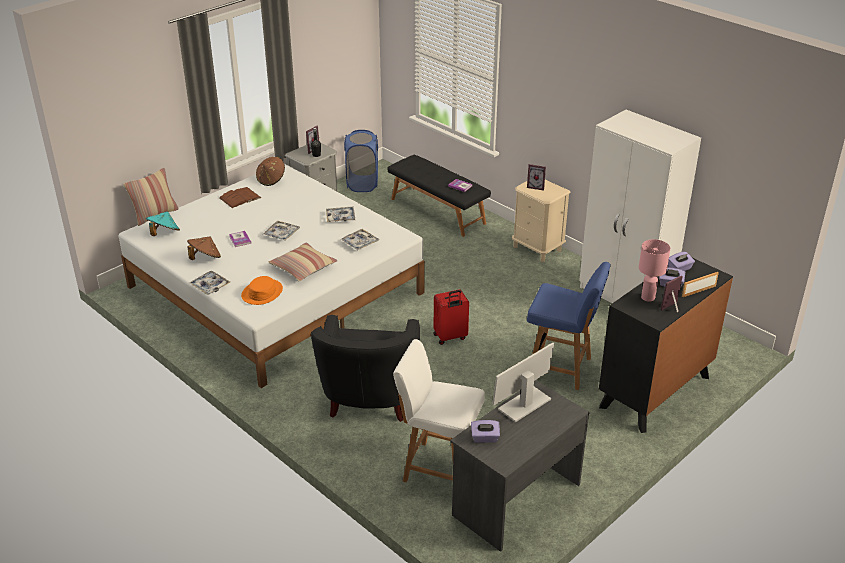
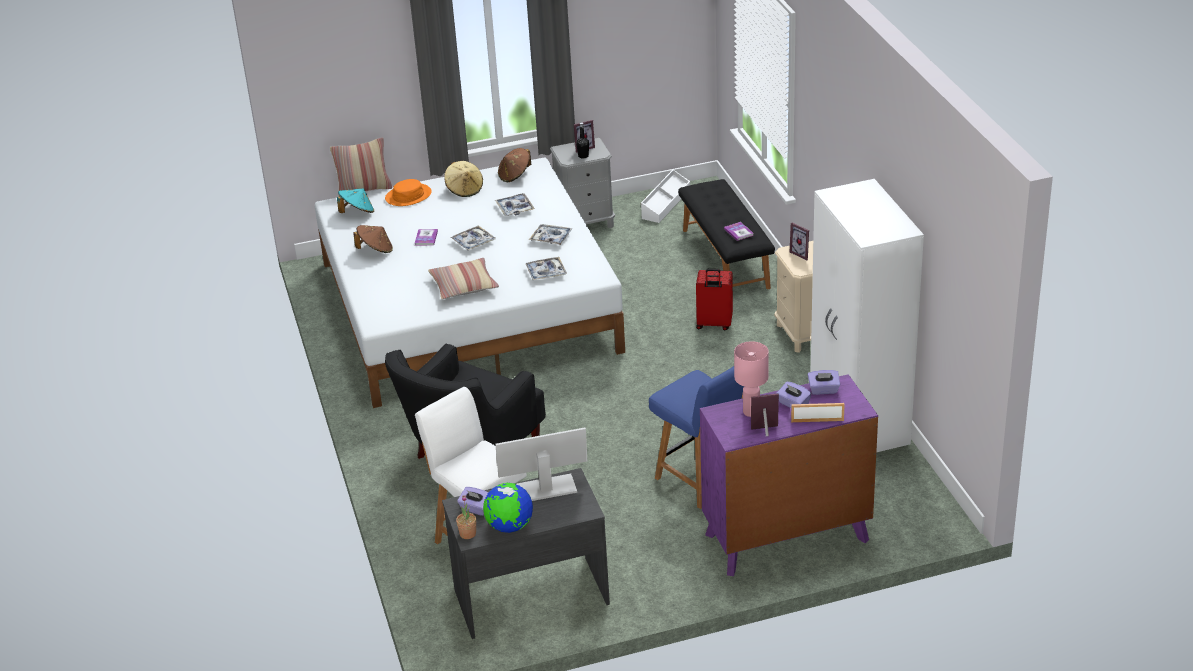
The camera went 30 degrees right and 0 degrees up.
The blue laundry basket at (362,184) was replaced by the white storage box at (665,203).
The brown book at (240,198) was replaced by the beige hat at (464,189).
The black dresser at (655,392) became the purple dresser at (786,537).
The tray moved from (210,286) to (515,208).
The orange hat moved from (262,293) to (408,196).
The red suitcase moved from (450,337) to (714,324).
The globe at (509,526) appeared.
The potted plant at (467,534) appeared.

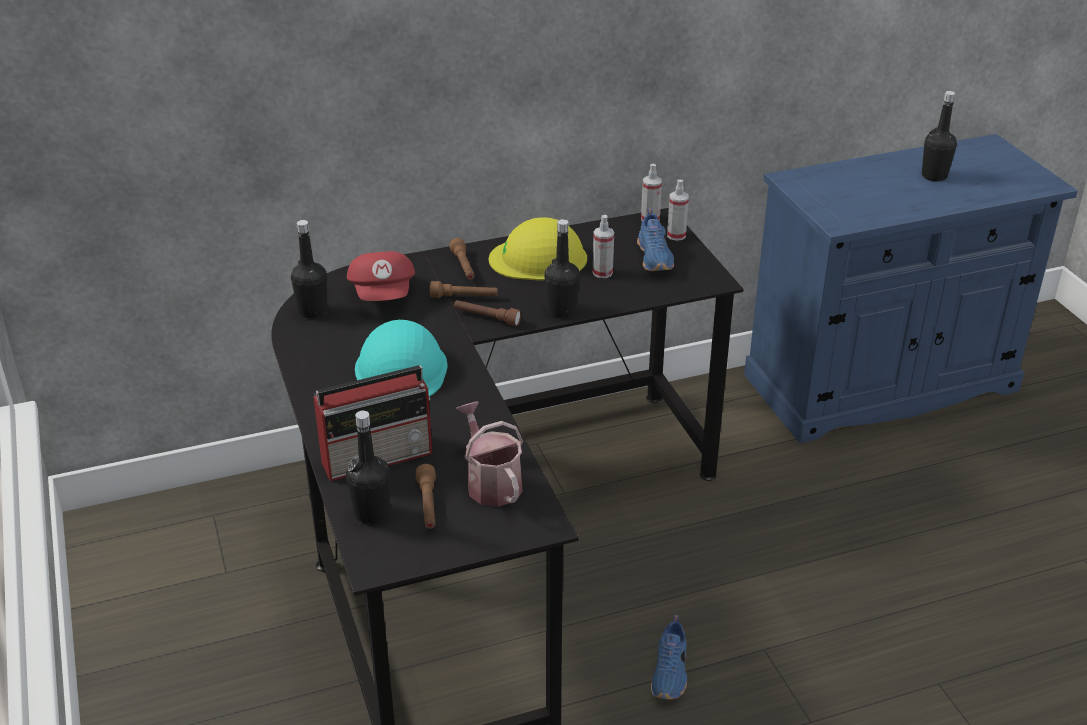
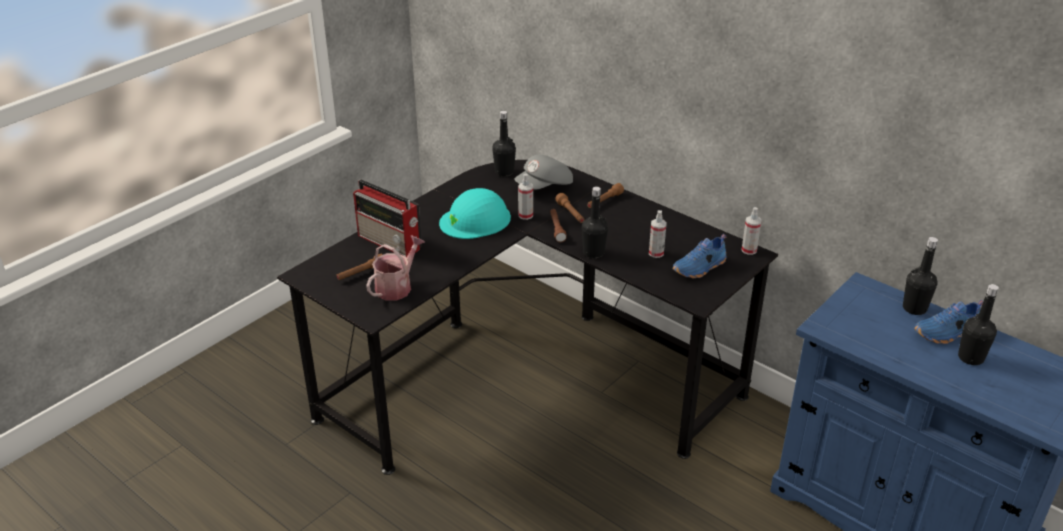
The camera went 60 degrees right and 0 degrees up.
The spray bottle moved from (676,235) to (525,215).
The yellow hard hat at (539,259) disappeared.
The red cap at (384,294) became the grey cap at (544,187).
The black bottle moved from (372,513) to (914,308).
The blue shoe moved from (671,672) to (947,333).

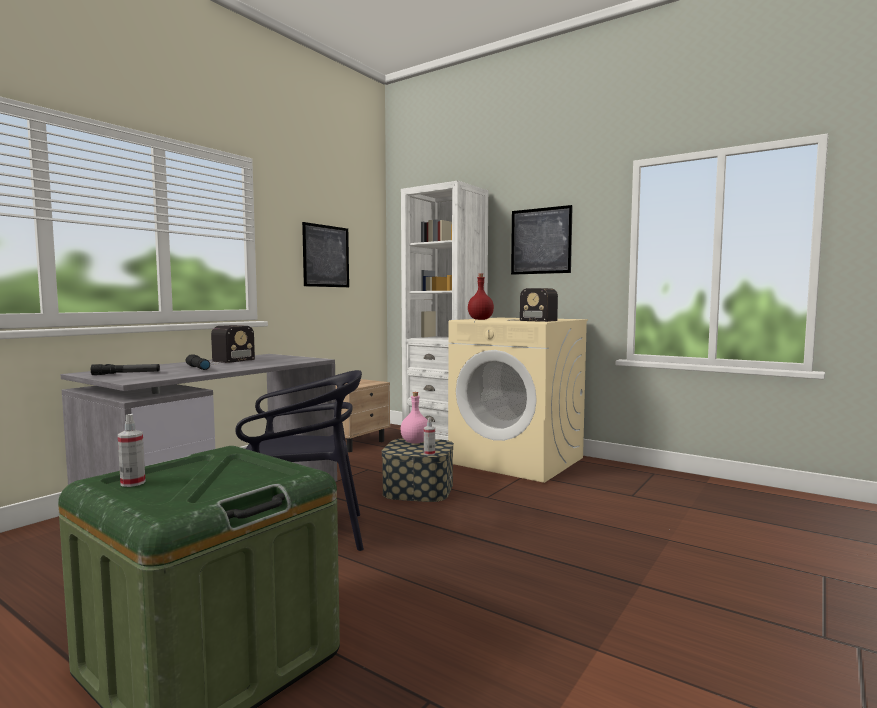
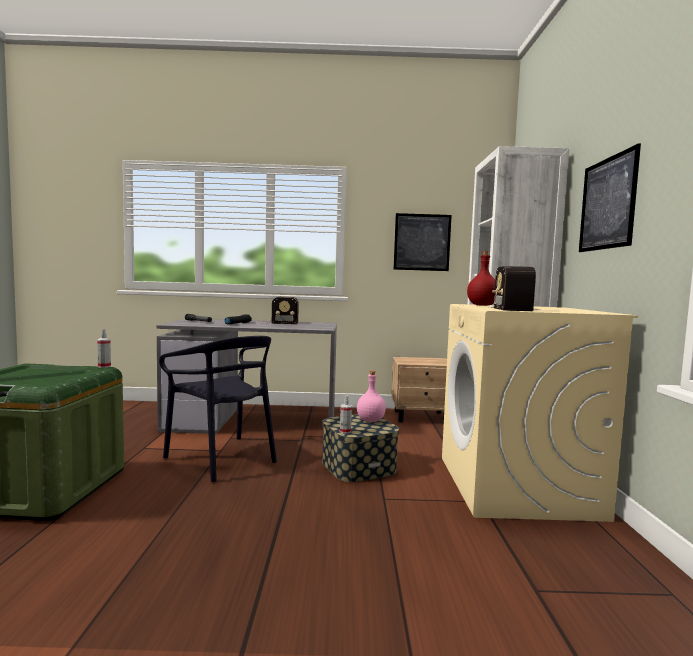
The camera went 55 degrees right and 0 degrees up.
The spray bottle moved from (133,483) to (104,366).

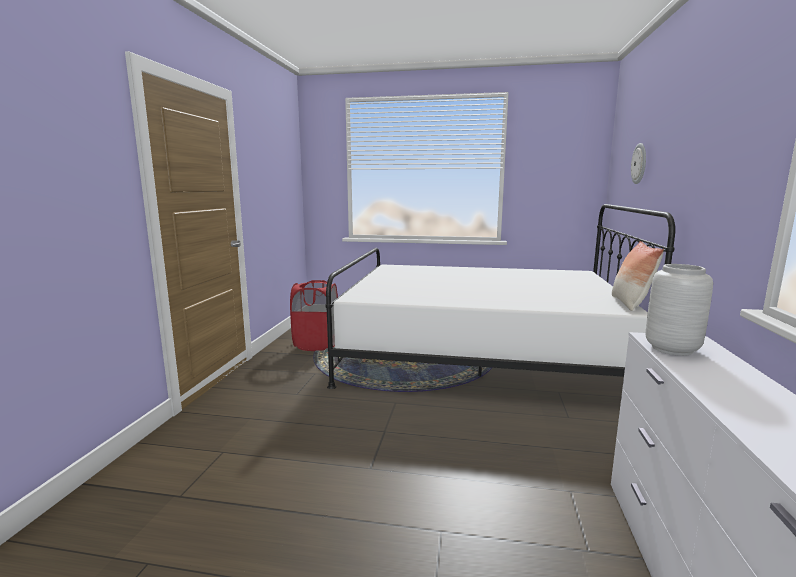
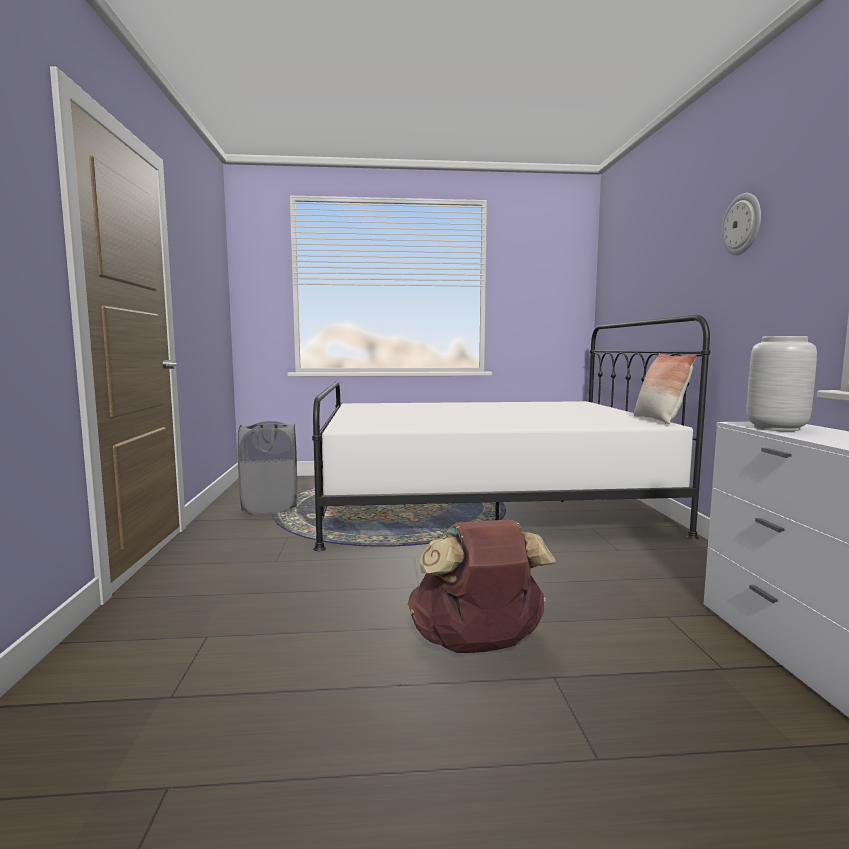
The camera went 15 degrees left and 5 degrees down.
The wall clock moved from (639,163) to (742,224).
The red laundry basket at (316,344) became the grey laundry basket at (270,507).
The brown backpack at (478,645) appeared.

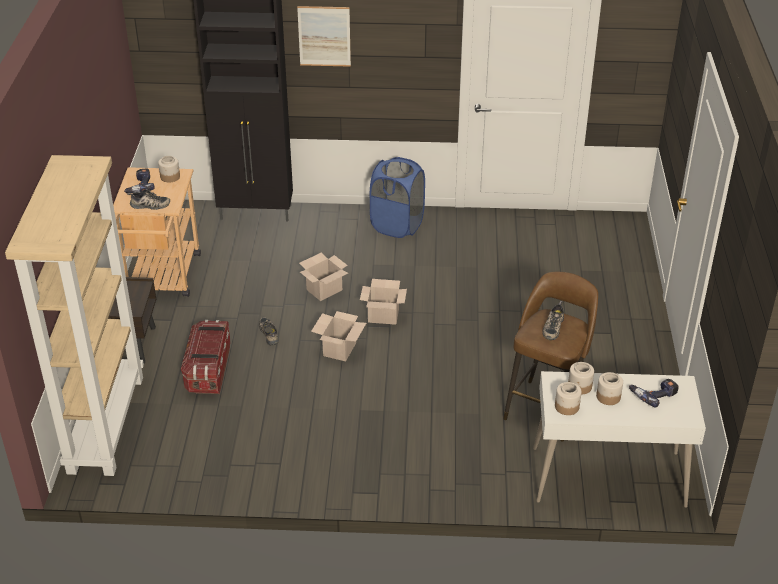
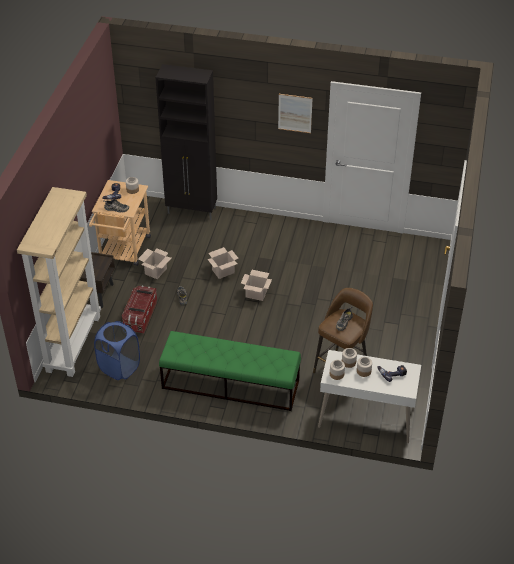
The camera went 10 degrees right and 5 degrees up.
The picture moved from (324,36) to (295,113).
The blue laundry basket moved from (397,225) to (119,367).
The cardboard box moved from (339,348) to (156,271).
The green bench at (230,384) appeared.

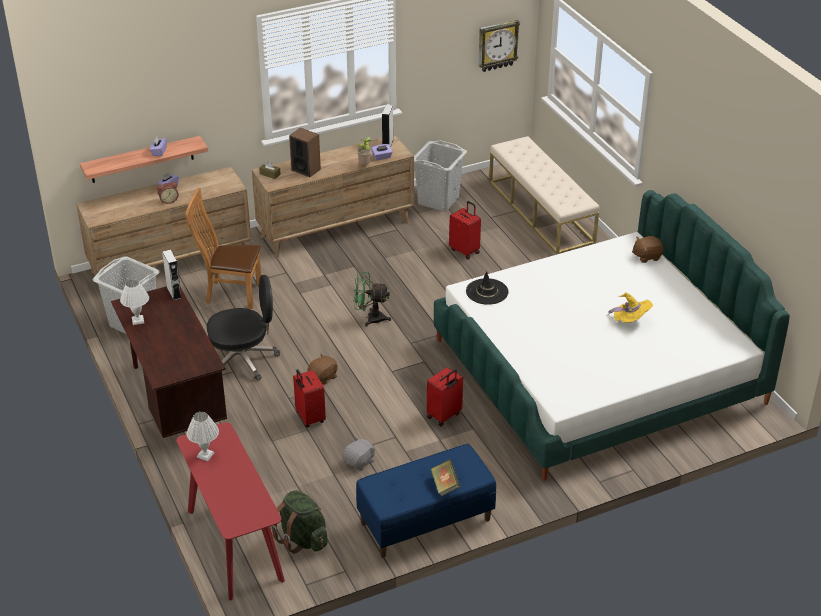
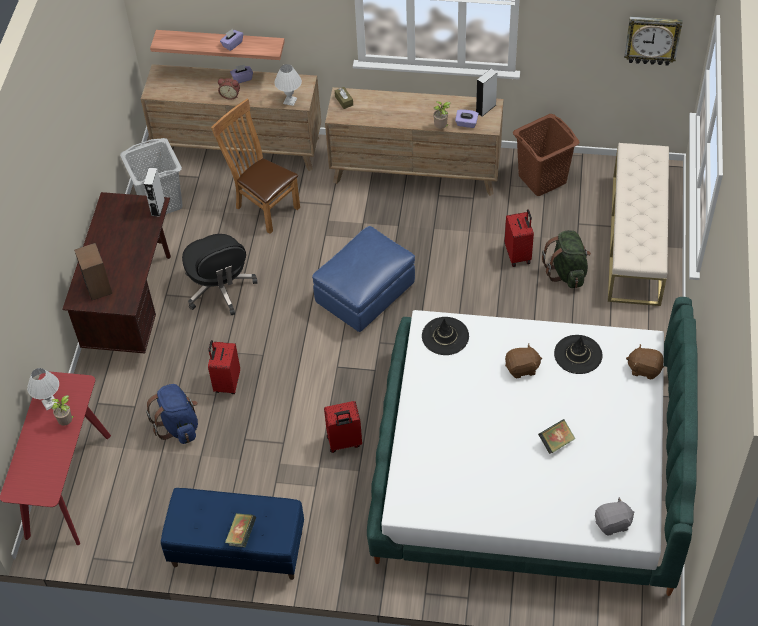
The camera went 35 degrees right and 15 degrees up.
The speaker moved from (306,169) to (98,286).
The grey laundry basket at (438,200) became the brown laundry basket at (542,179).
The green fan at (370,318) was replaced by the blue ottoman at (365,295).
The black office chair at (243,359) turned 45 degrees clockwise.
The white table lamp moved from (138,321) to (290,101).
The yellow hat at (630,321) was replaced by the book at (556,442).
The brown plush toy moved from (323,377) to (522,368).
The grey plush toy moved from (359,462) to (613,523).
The green backpack moved from (302,539) to (567,272).
The black hat at (578,354) appeared.
The blue backpack at (179,425) appeared.
The potted plant at (67,422) appeared.

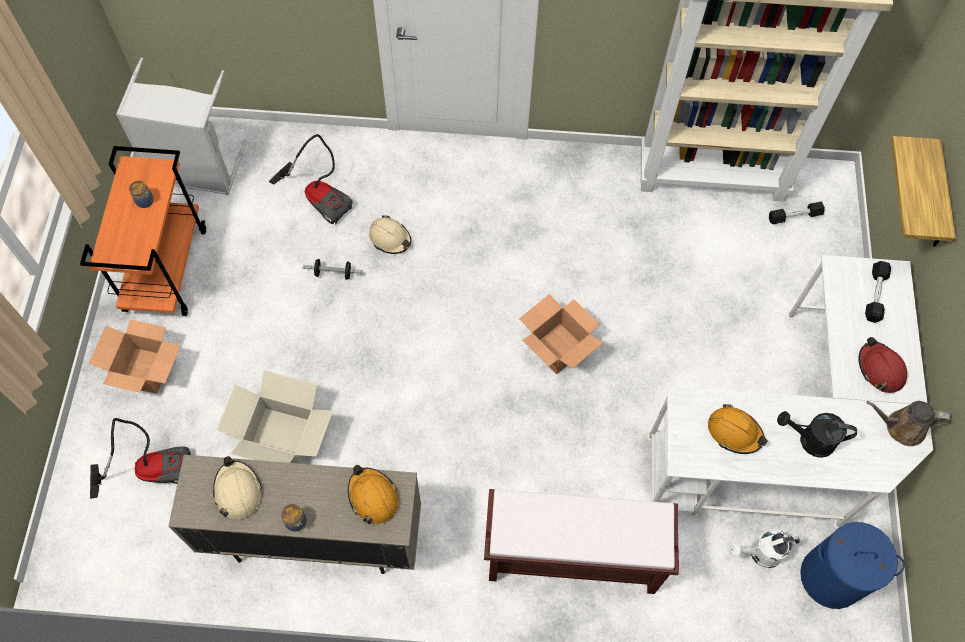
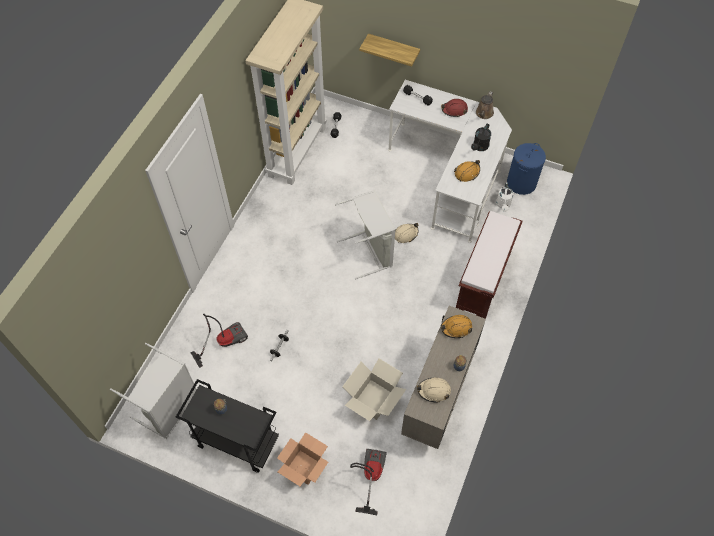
The camera went 70 degrees left and 5 degrees down.
The orange cart at (165,268) became the black cart at (236,442).
The beige hard hat moved from (390,238) to (405,234).
The cardboard box at (557,349) was replaced by the grey laundry basket at (370,252).

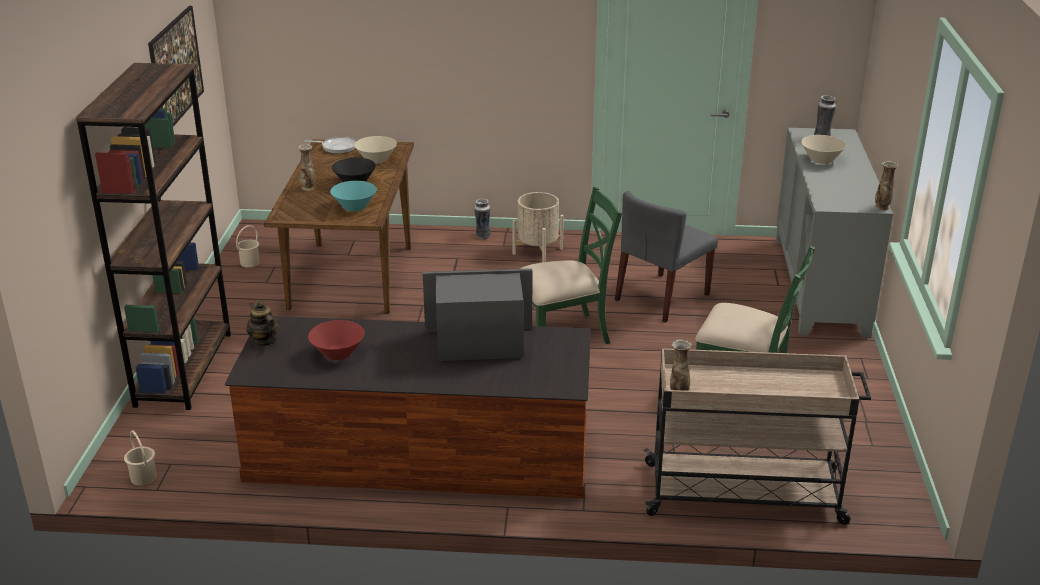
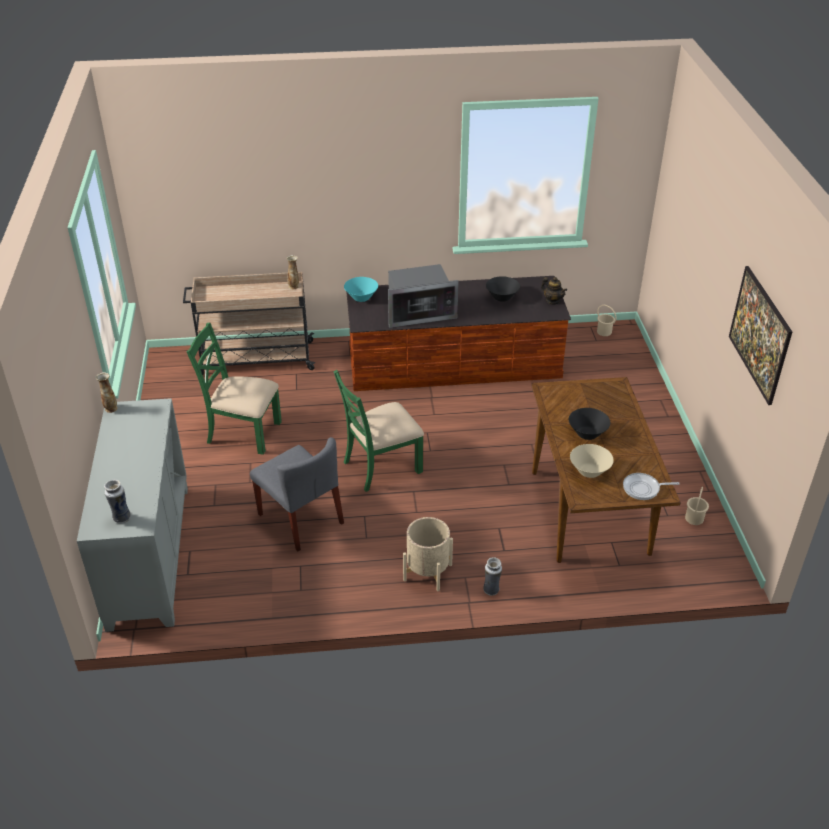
The camera went 170 degrees right and 10 degrees up.
The brown bookcase at (184,369) disappeared.
The beige bowl at (821,160) disappeared.
The vase at (308,187) disappeared.
The turquoise bowl moved from (354,207) to (361,298).
The grey chair at (662,298) turned 105 degrees clockwise.
The red bowl at (337,354) became the black bowl at (502,297).

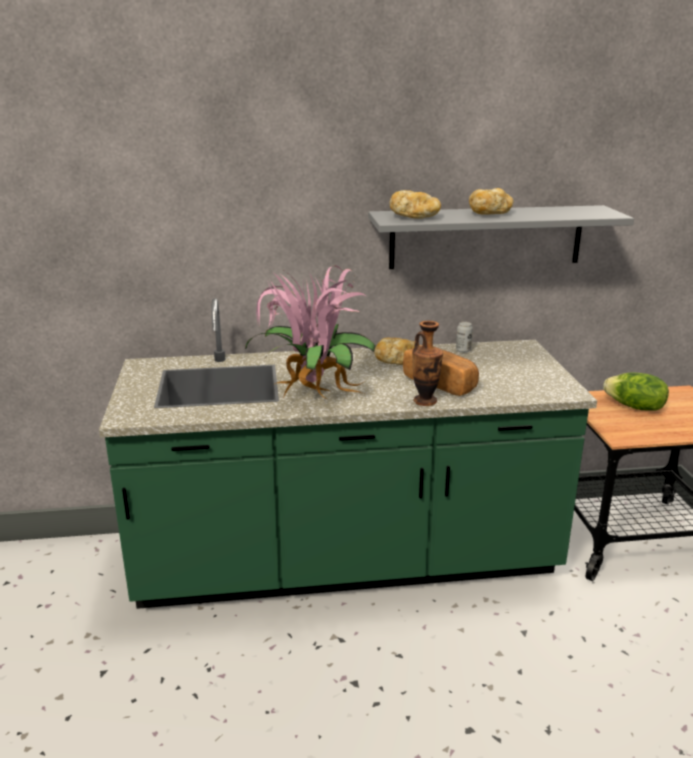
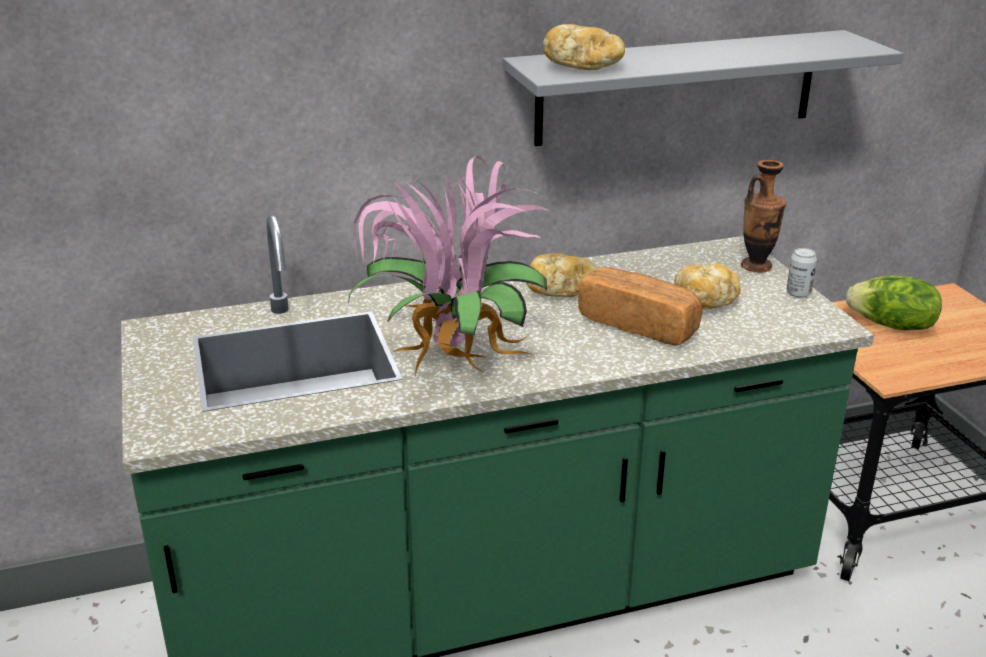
The camera went 10 degrees left and 5 degrees up.
The bread moved from (489,213) to (706,301).
The vase moved from (425,401) to (756,266).
The can moved from (463,350) to (798,293).

